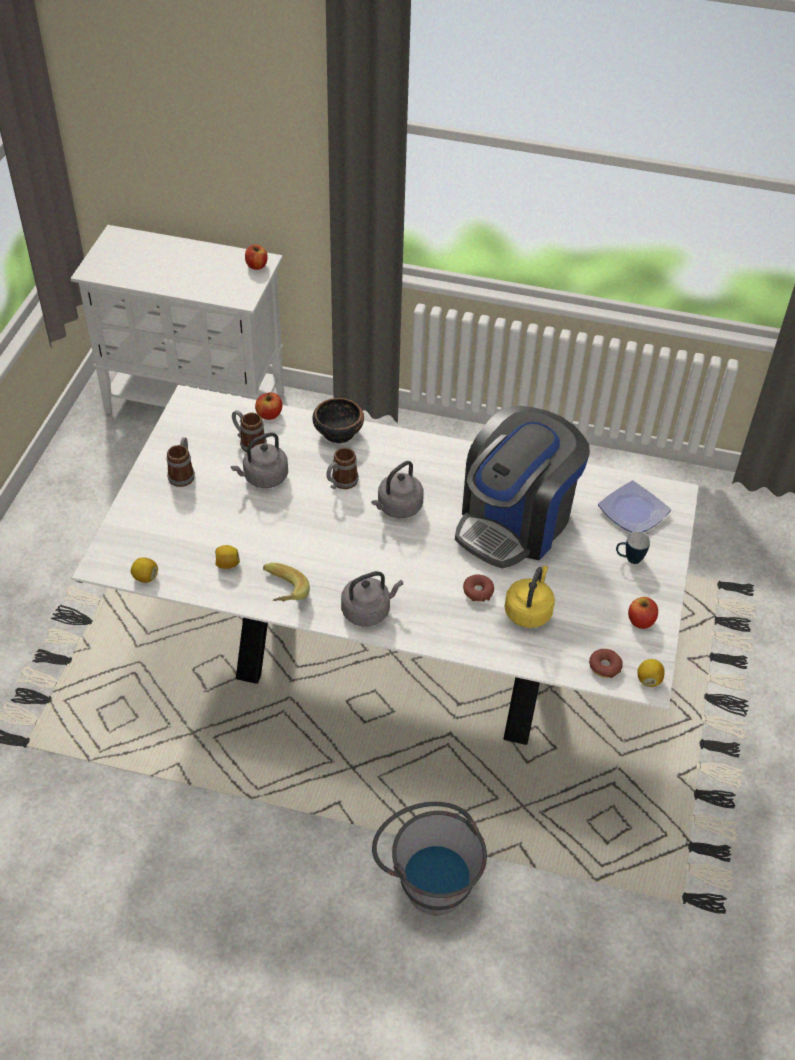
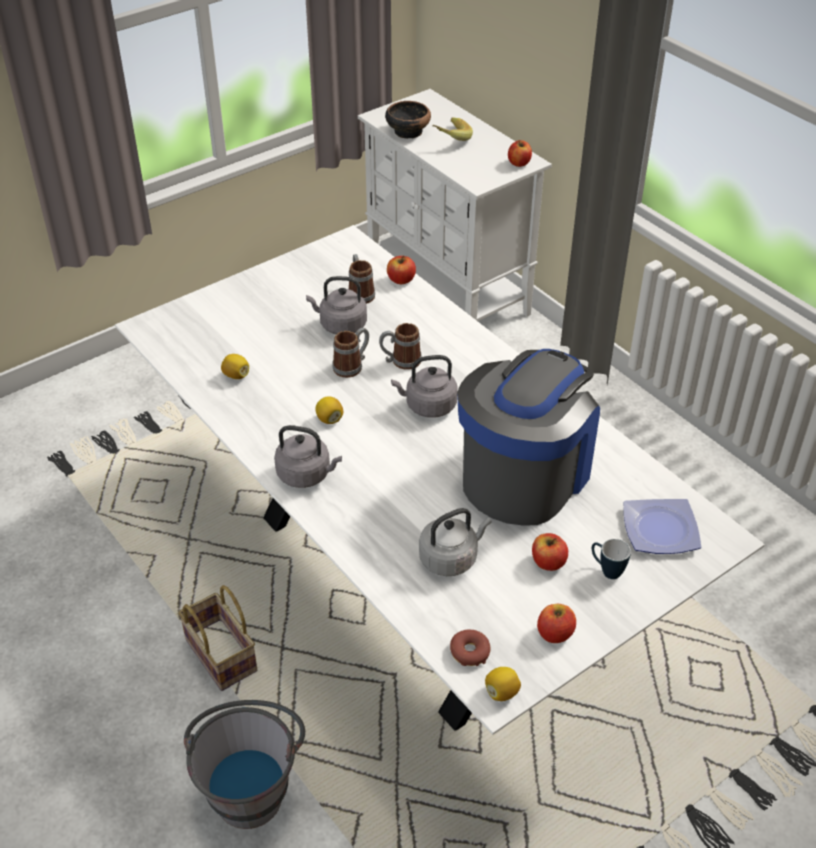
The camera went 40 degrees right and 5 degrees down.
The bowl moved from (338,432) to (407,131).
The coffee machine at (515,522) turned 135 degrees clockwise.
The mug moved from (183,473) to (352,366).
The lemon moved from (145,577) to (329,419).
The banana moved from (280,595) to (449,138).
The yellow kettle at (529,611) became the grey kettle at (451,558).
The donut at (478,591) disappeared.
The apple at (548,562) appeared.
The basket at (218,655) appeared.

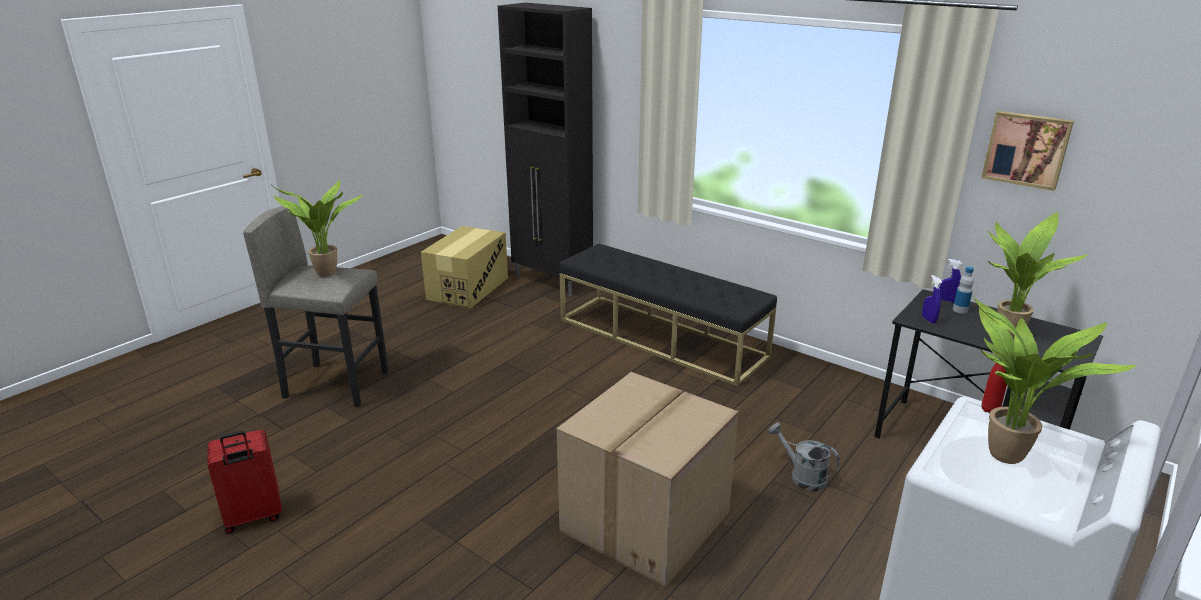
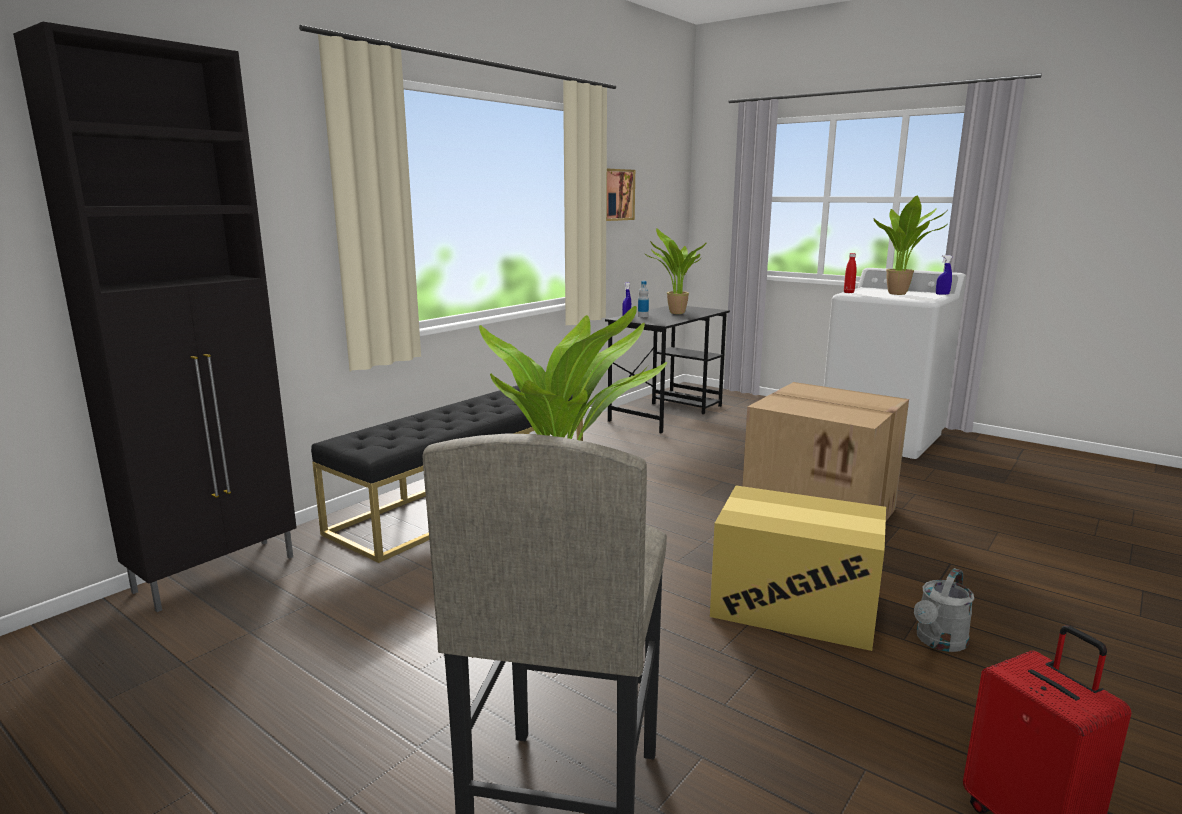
The camera went 90 degrees left and 10 degrees down.
The cardboard box moved from (468,288) to (795,606).
The blue spray bottle moved from (928,320) to (942,294).
The grey watering can moved from (802,476) to (938,642).

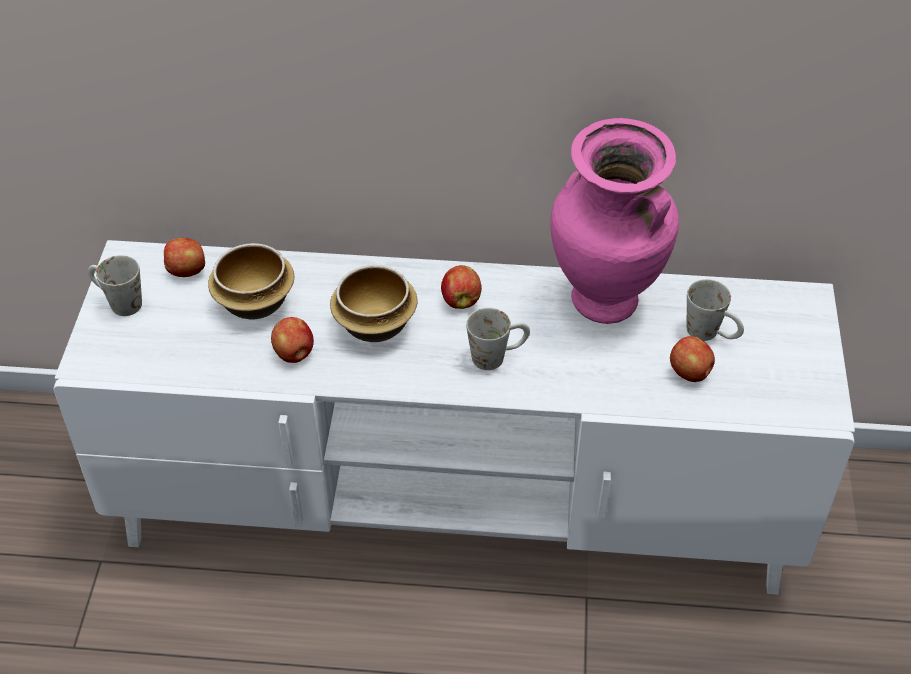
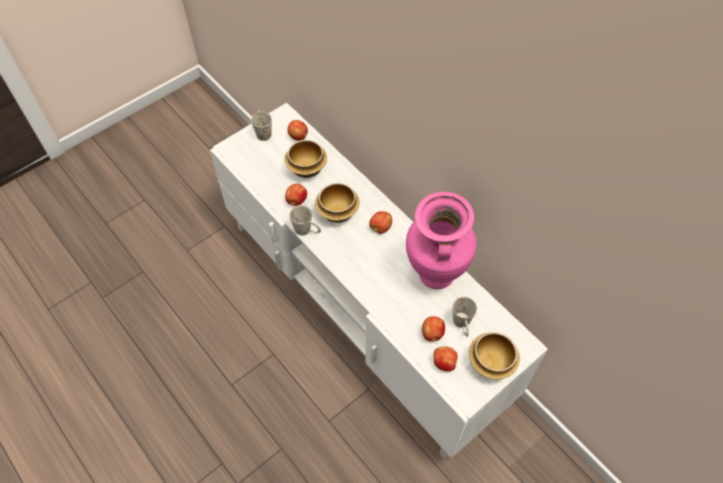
The camera went 45 degrees right and 10 degrees up.
The white mug moved from (497,356) to (307,231).
The bowl at (490,362) appeared.
The apple at (443,363) appeared.

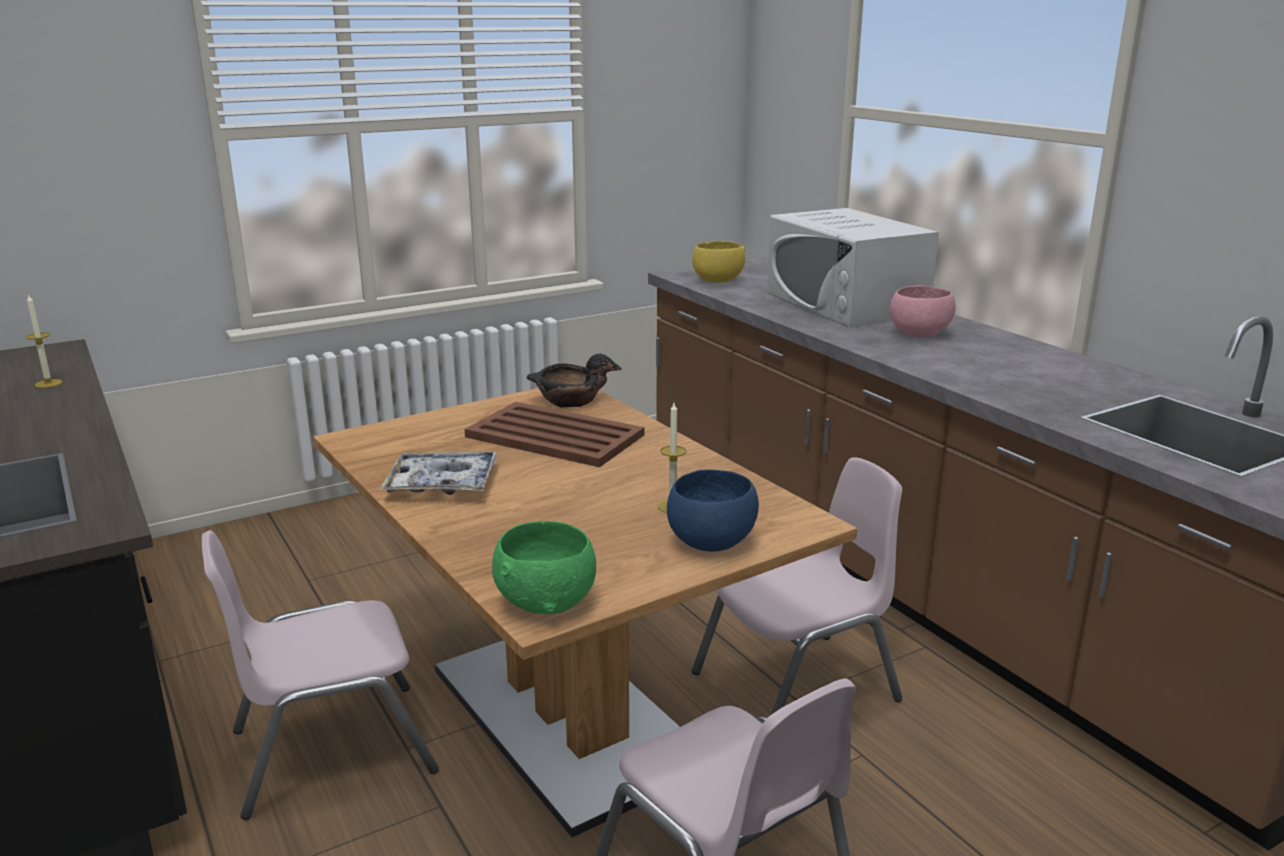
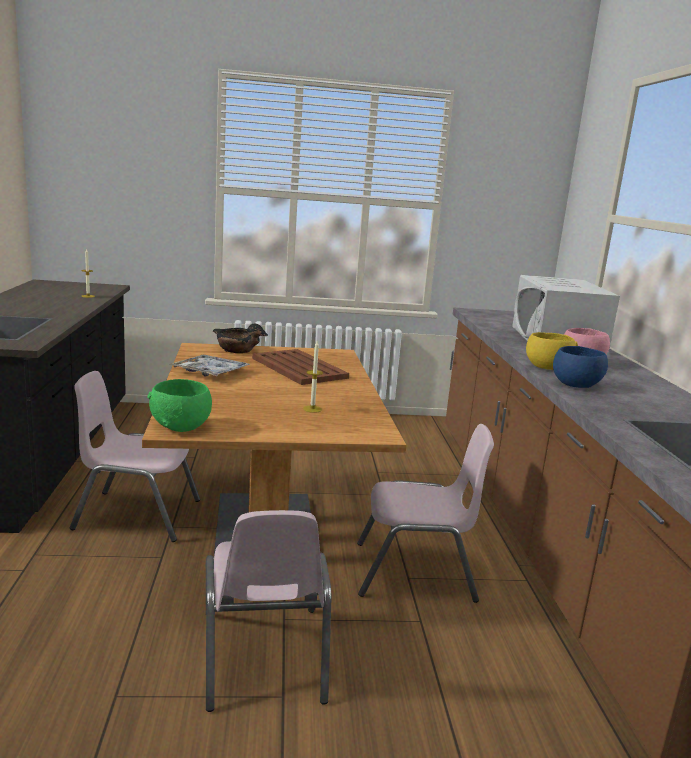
The camera went 25 degrees right and 5 degrees down.
The yellow bowl moved from (716,281) to (546,368).
The black bowl moved from (569,400) to (237,350).
The blue bowl moved from (710,543) to (575,385).

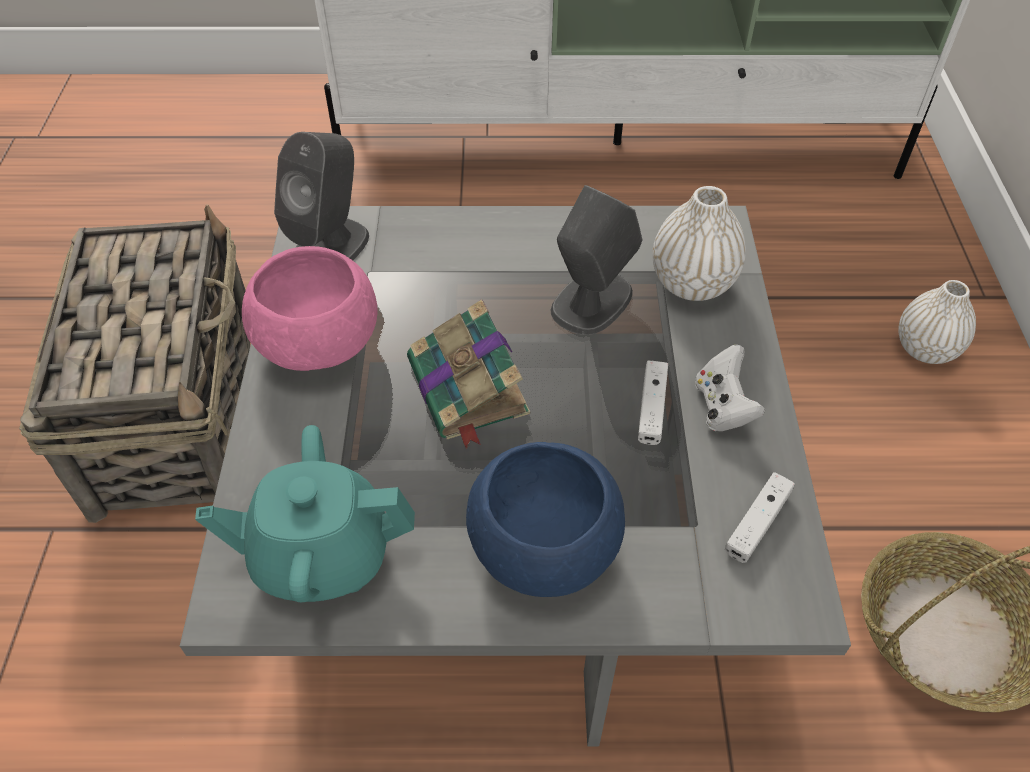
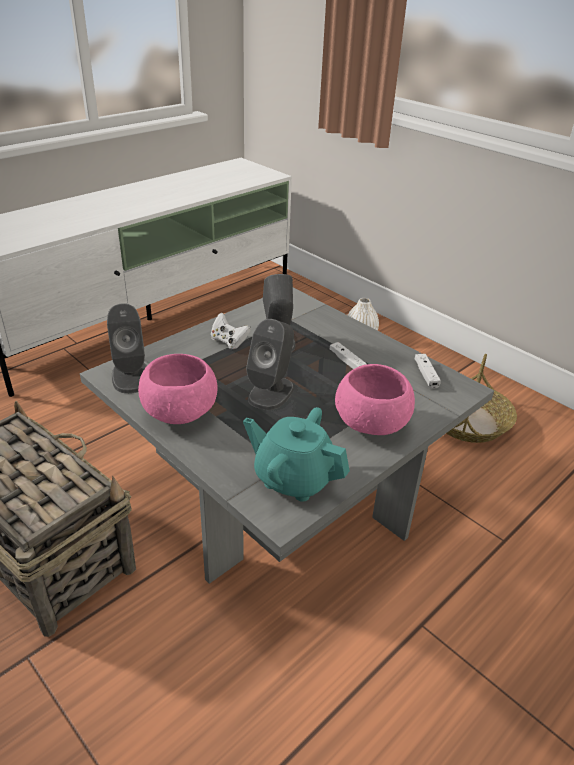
The camera went 45 degrees left and 15 degrees down.
The white vase at (692,283) disappeared.
The book at (469,390) was replaced by the grey speaker at (271,392).
The white game controller moved from (722,406) to (229,342).
The turquoise teapot at (321,555) turned 75 degrees clockwise.
The blue bowl at (543,548) became the pink bowl at (371,423).

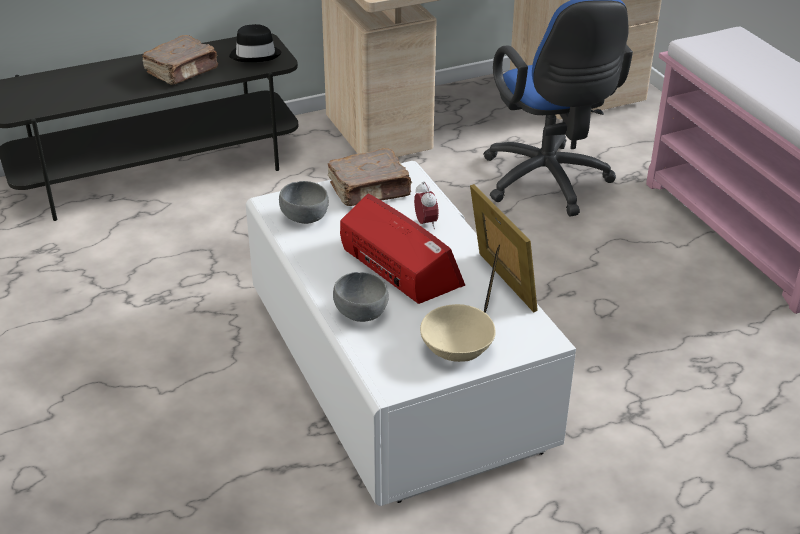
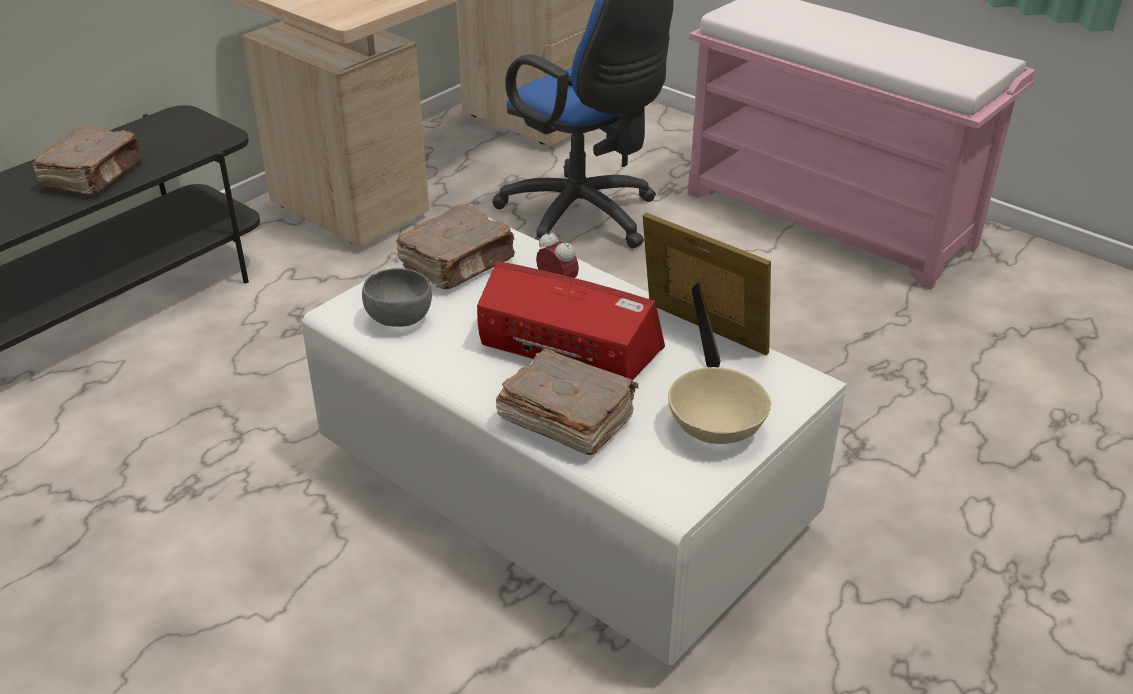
The camera went 25 degrees left and 0 degrees up.
The black hat at (255,54) disappeared.
The grey bowl at (361,313) was replaced by the brown book at (565,419).

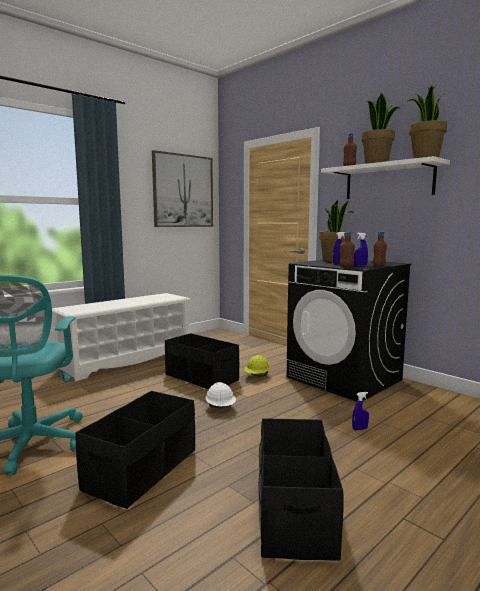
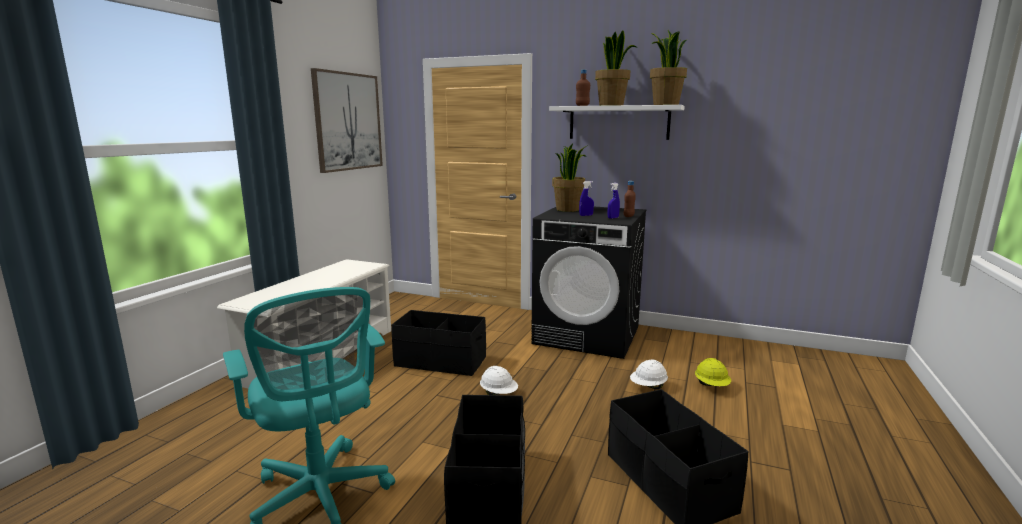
The camera went 25 degrees left and 5 degrees up.
The brown bottle at (346,267) disappeared.
The yellow hard hat moved from (257,376) to (712,386).
The blue spray bottle at (360,429) was replaced by the white hard hat at (648,387).

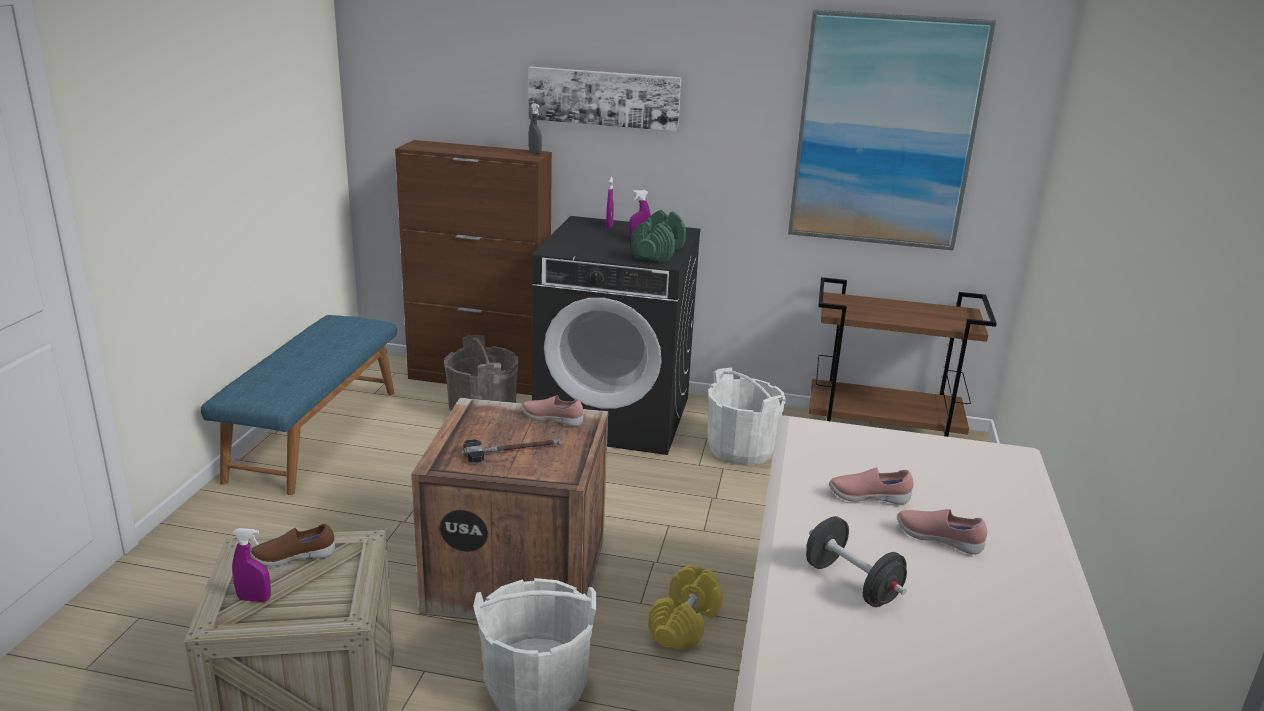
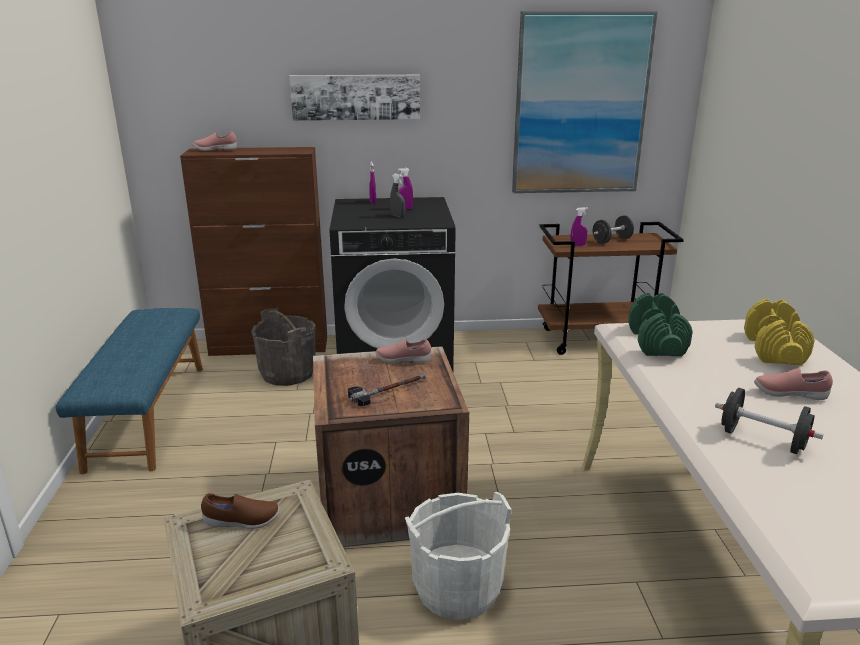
The camera went 15 degrees left and 0 degrees up.
The grey spray bottle moved from (535,152) to (397,216).
The green dumbbell moved from (658,253) to (657,342).
The white bucket at (741,449) disappeared.
The pink shoe moved from (868,498) to (215,150).
The brown shoe at (294,557) turned 150 degrees counterclockwise.
The purple spray bottle moved from (254,599) to (578,245).
The yellow dumbbell moved from (685,624) to (774,350).
The black dumbbell at (611,240) appeared.

